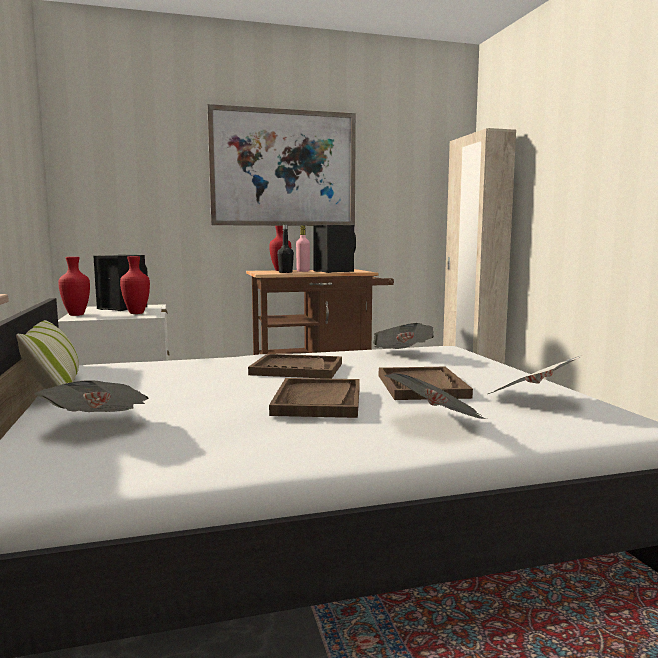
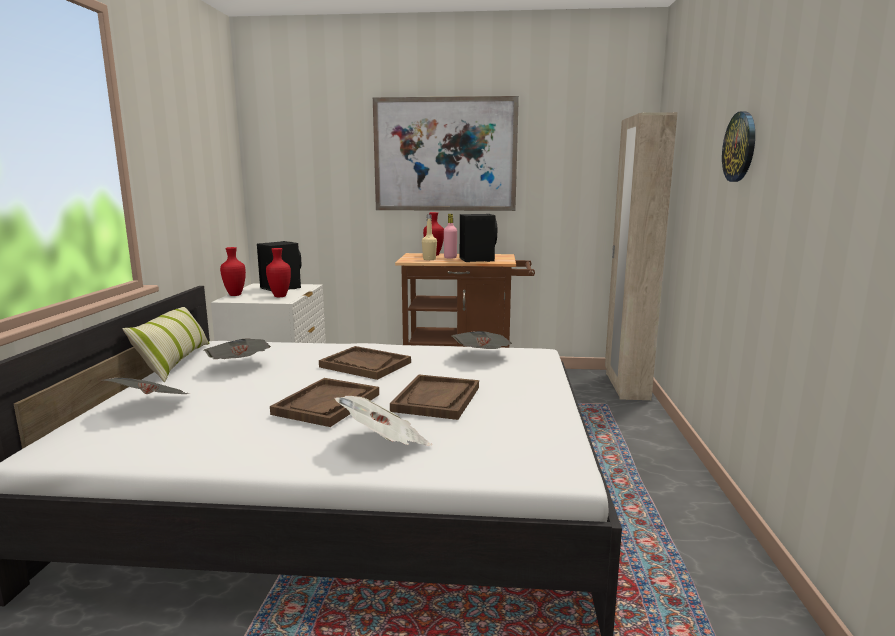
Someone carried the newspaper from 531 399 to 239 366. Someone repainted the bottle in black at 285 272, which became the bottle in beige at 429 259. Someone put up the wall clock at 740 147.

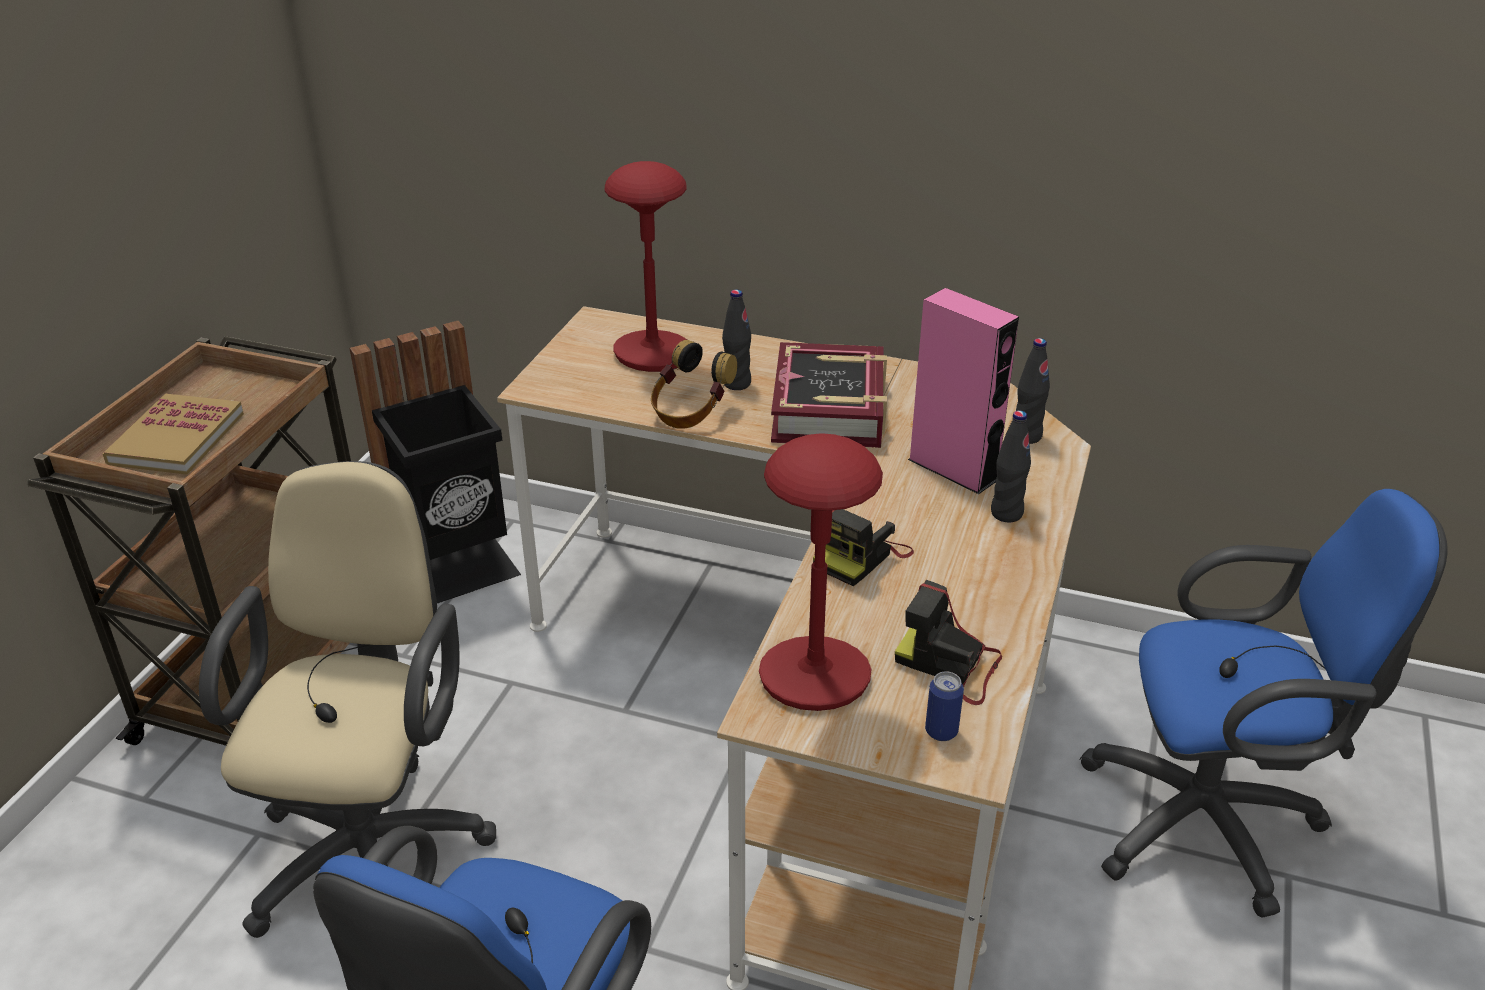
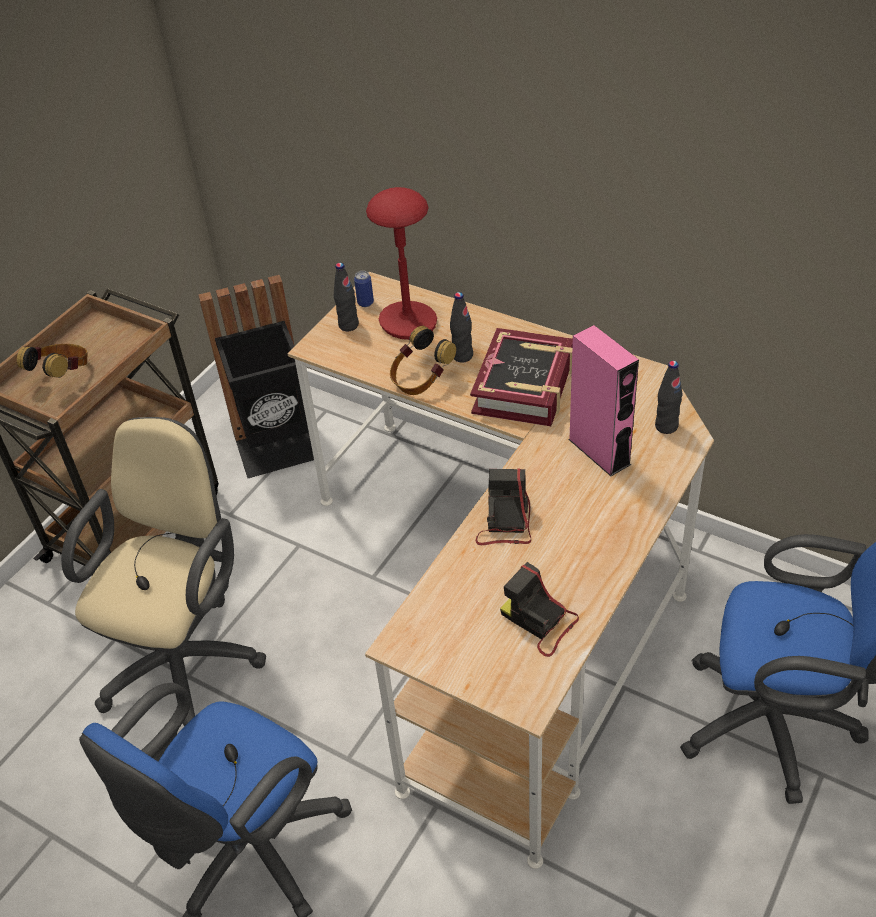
Someone swapped the book at 176 438 for the headphones at 63 375. Someone carried the bottle in black from 1006 513 to 348 325. Someone carried the can from 941 731 to 365 303. Someone rotated the photo camera at 860 557 by 135 degrees clockwise. Someone took away the table lamp in red at 815 677.

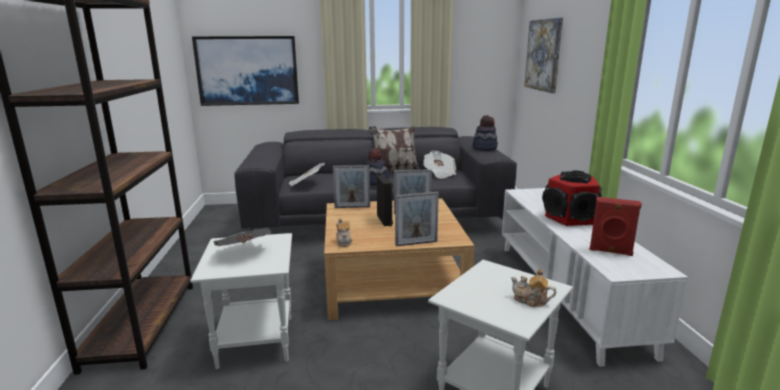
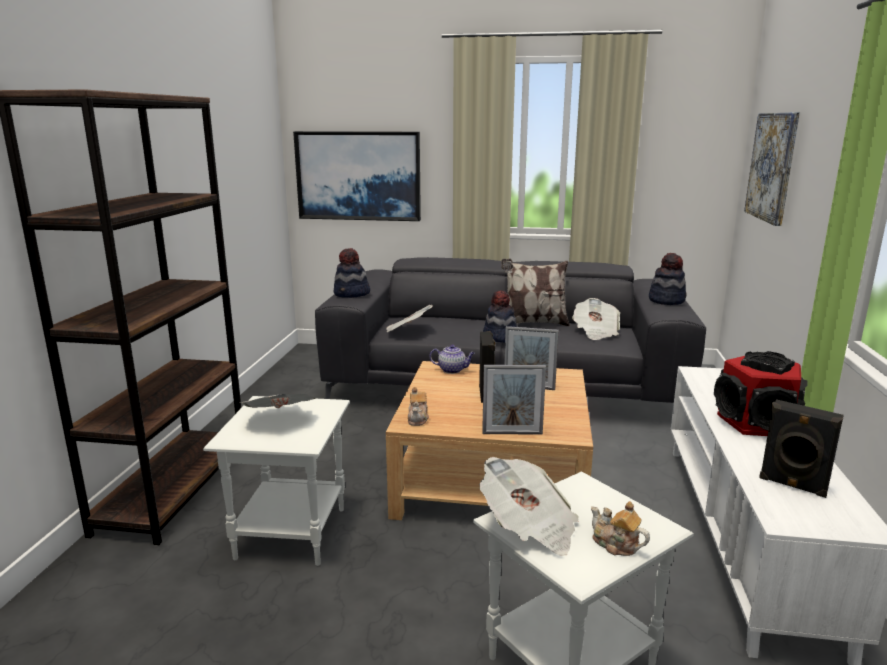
Someone put down the hat at 352 294. Someone swapped the picture frame at 352 207 for the teapot at 452 370. Someone put down the newspaper at 529 527. Someone repainted the speaker in red at 610 251, which became the speaker in black at 792 485.

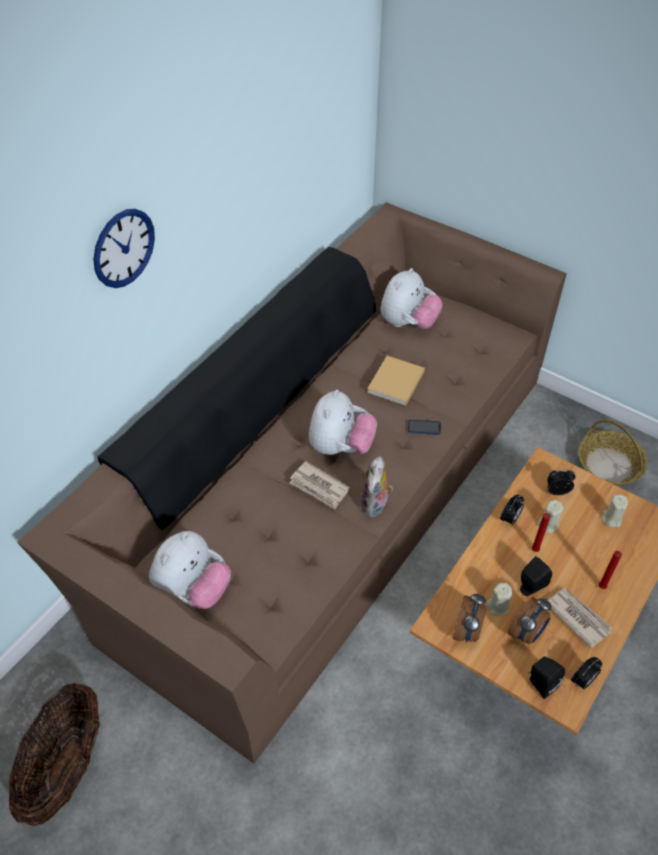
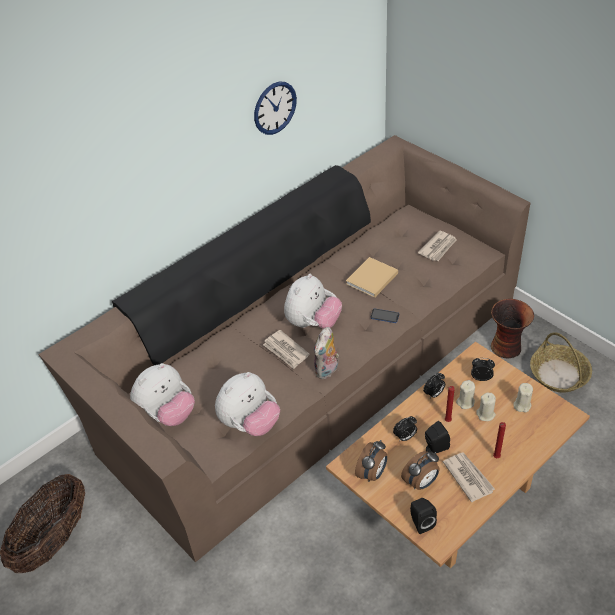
Someone carried the plush toy from 408 323 to 250 423. Someone carried the wall clock from 123 248 to 275 108. Someone carried the alarm clock from 582 681 to 405 437. Someone put down the newspaper at 438 247. Someone carried the candle in beige from 498 606 to 486 414. Someone put down the vase at 507 347.

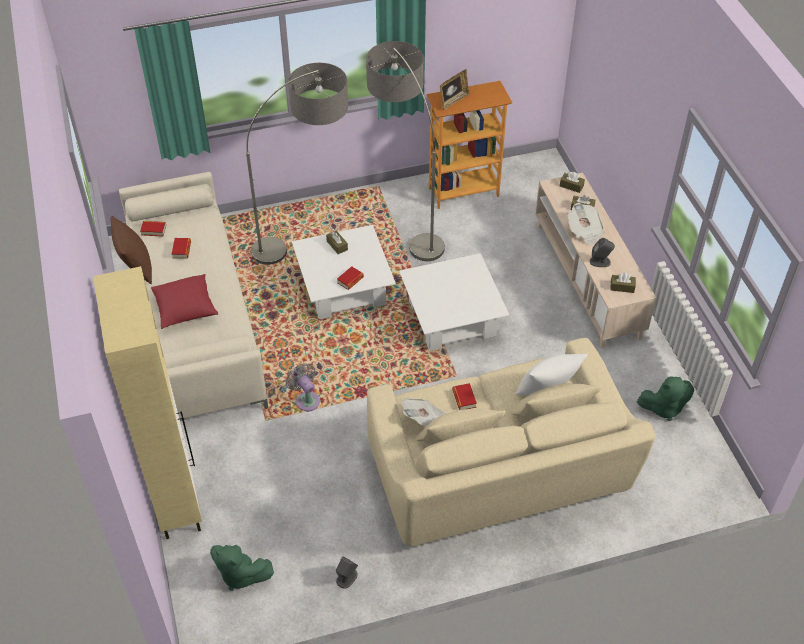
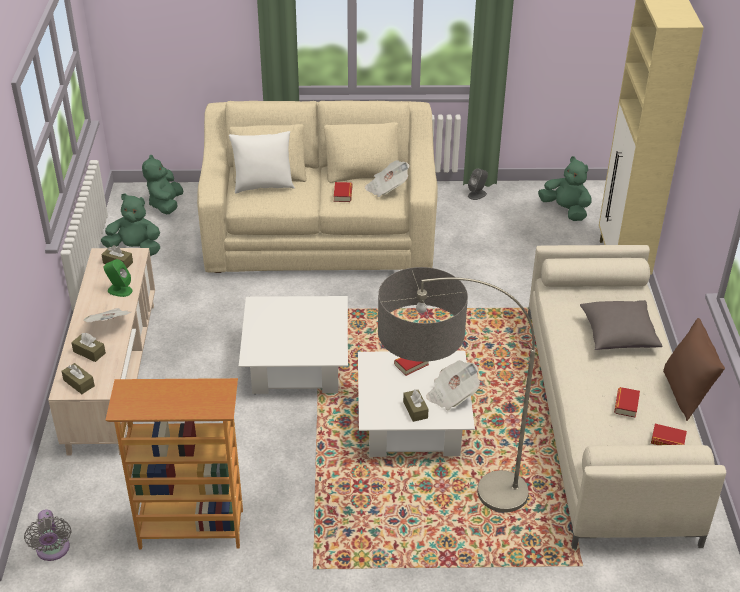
Someone carried the fan in grey from 306 399 to 53 550. Someone repainted the speaker in grey at 600 262, which became the speaker in green at 119 290. Someone put down the plush toy in green at 166 205. Someone put down the newspaper at 452 395. Someone repainted the pillow in red at 186 309, which became the pillow in grey at 618 336. Someone took away the floor lamp at 405 222. Someone took away the picture frame at 453 100.

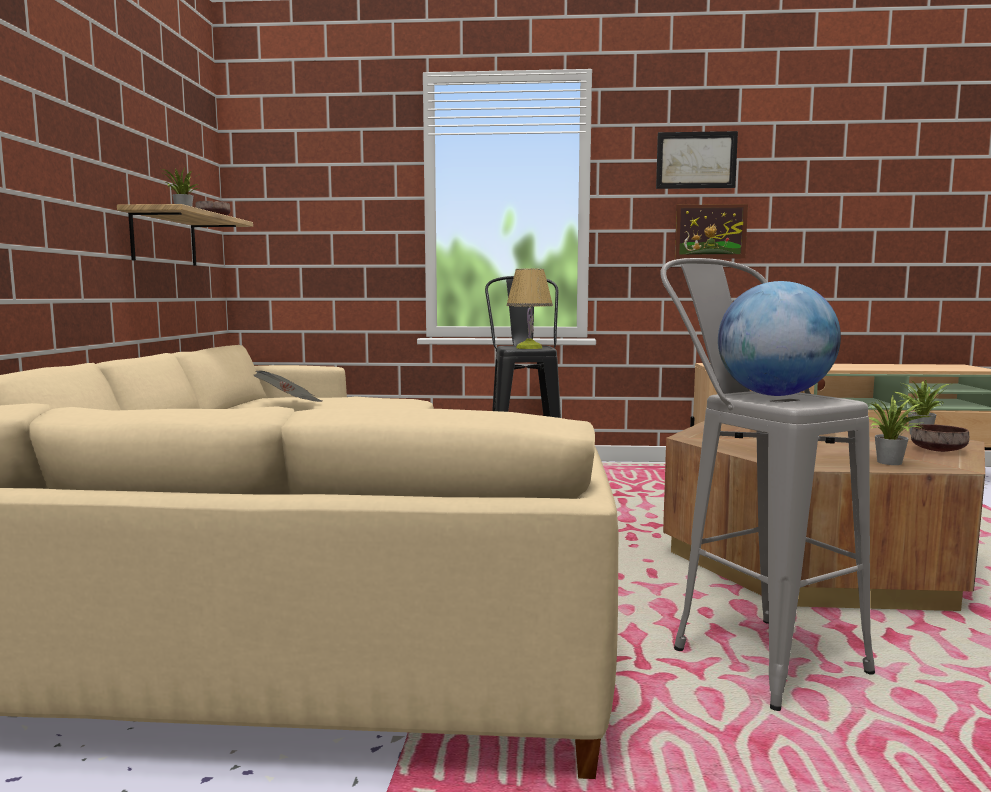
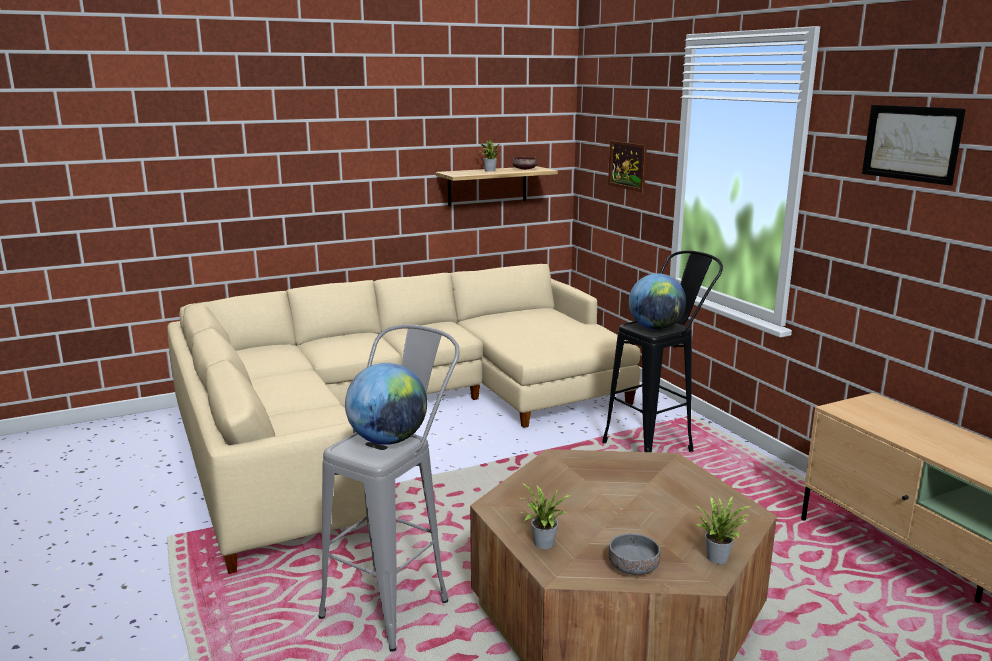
Someone carried the picture from 710 231 to 627 165. Someone repainted the bowl in brown at 937 450, which became the bowl in grey at 633 566. Someone swapped the table lamp at 529 348 for the globe at 655 328. Someone took away the newspaper at 289 404.

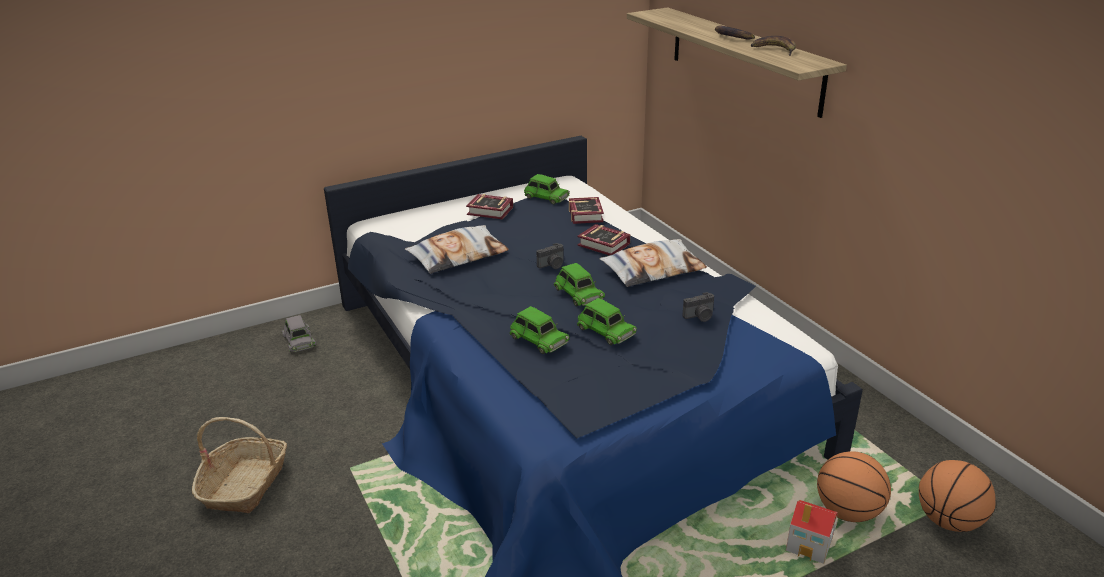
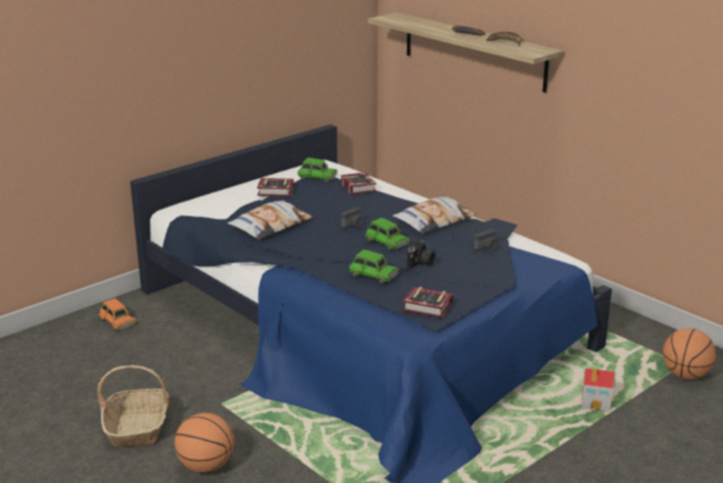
Someone repainted the toy car in grey at 299 340, which became the toy car in orange at 117 321. Someone carried the basketball from 848 512 to 206 466. Someone carried the book from 604 246 to 429 308. Someone swapped the toy car in green at 605 330 for the photo camera at 421 263.

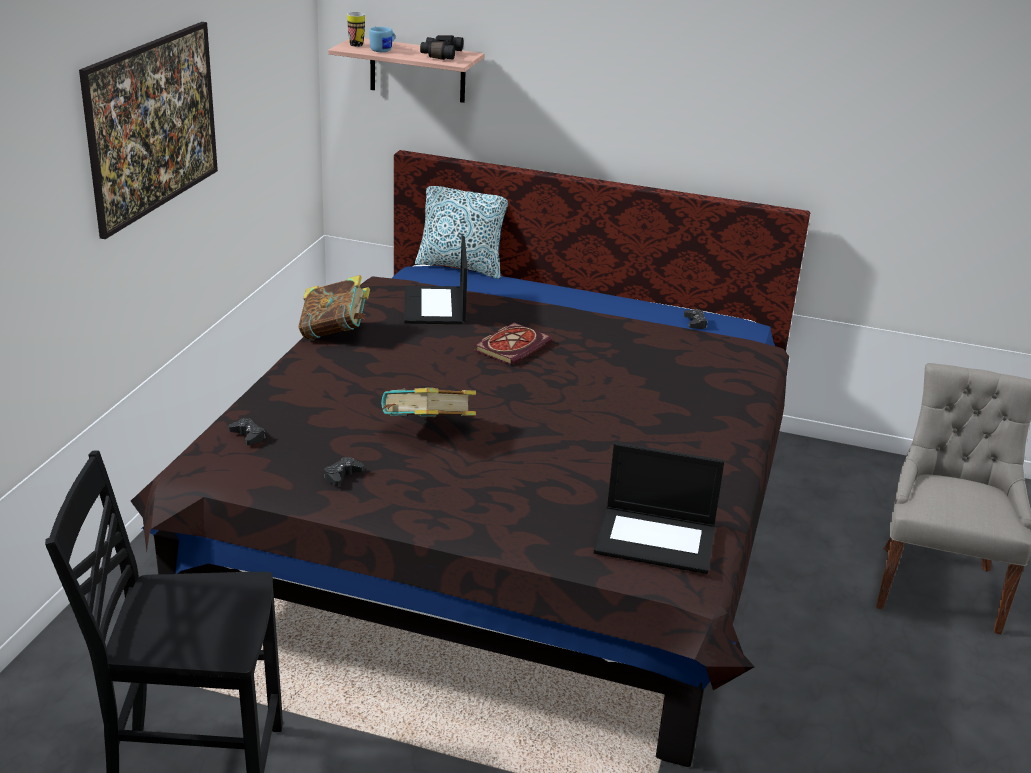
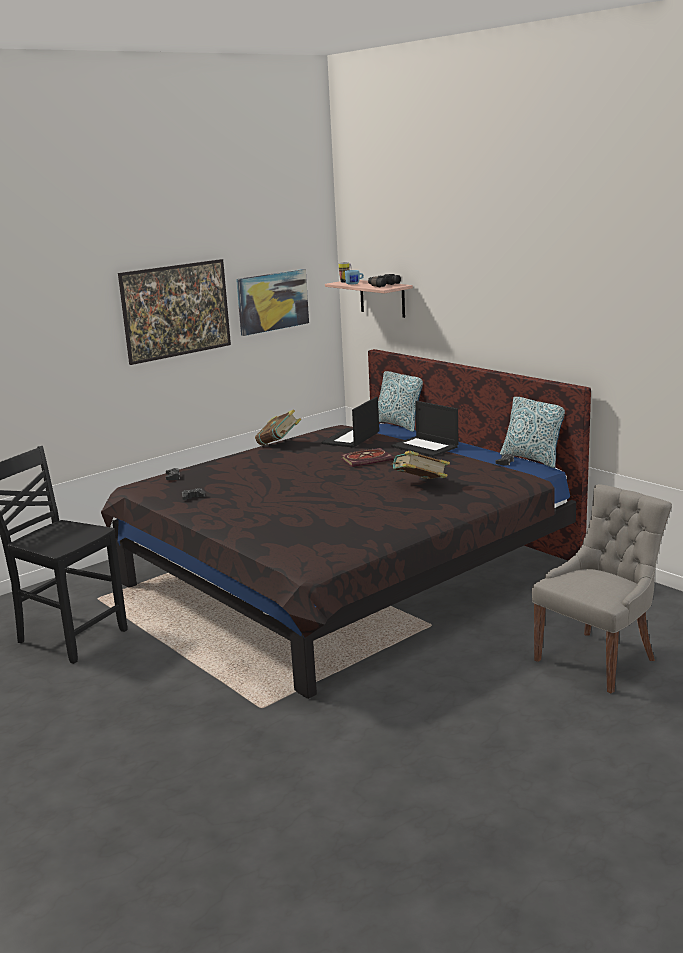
Someone put up the picture at 272 301. Someone carried the book from 427 431 to 419 485. Someone carried the laptop from 657 539 to 426 447. Someone put down the pillow at 533 458.

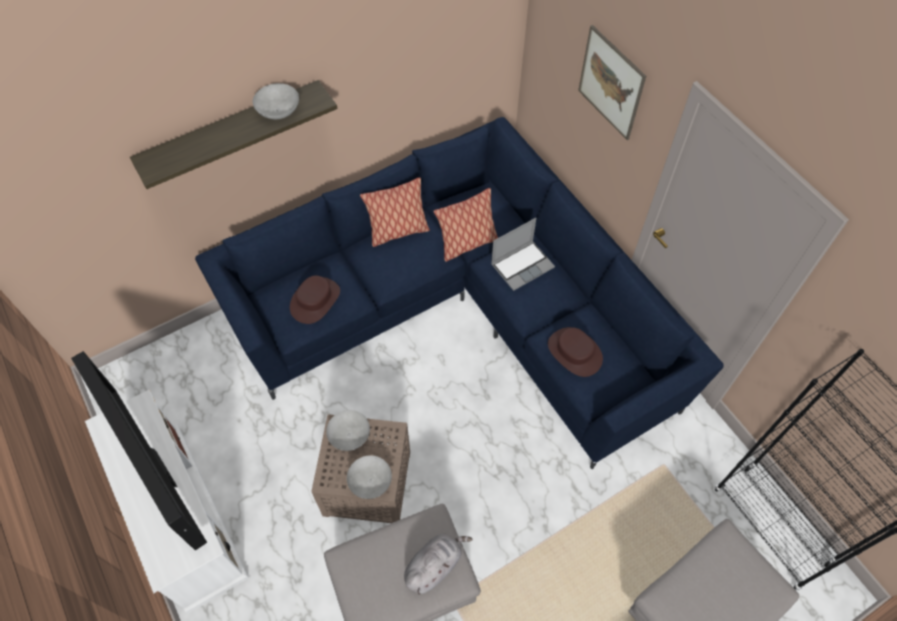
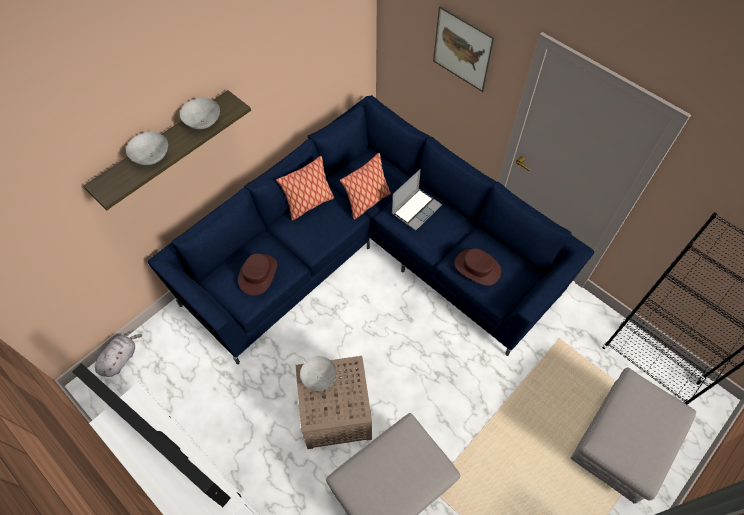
Someone carried the plush toy in grey from 434 565 to 120 359. Someone carried the bowl in grey from 369 482 to 151 157.

